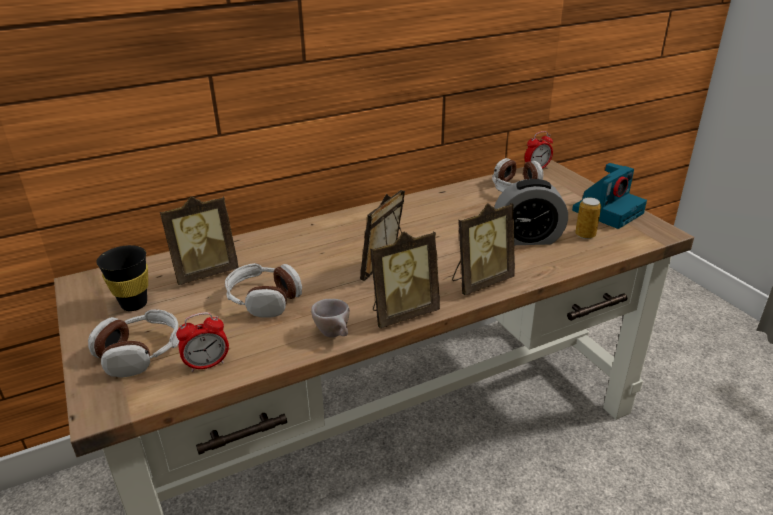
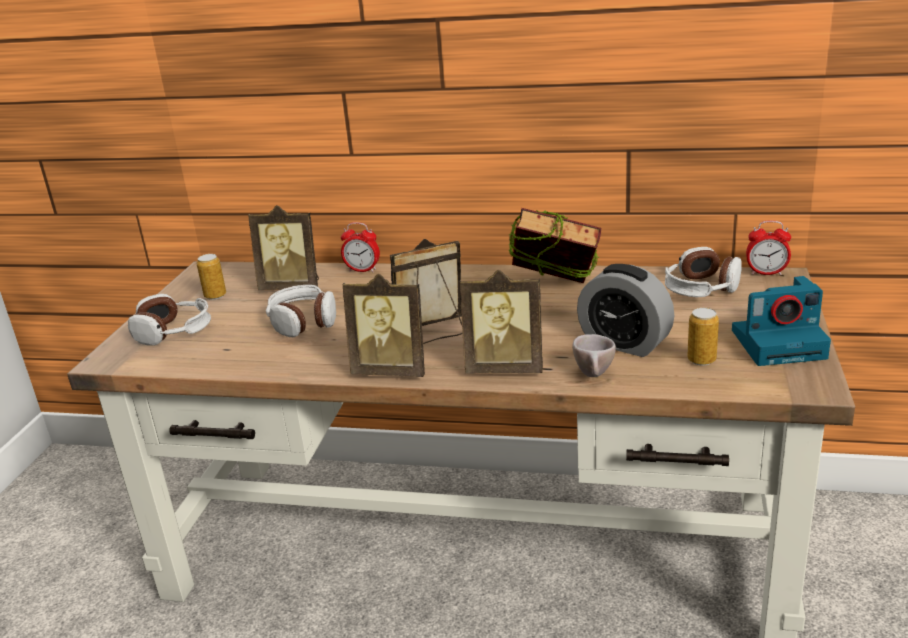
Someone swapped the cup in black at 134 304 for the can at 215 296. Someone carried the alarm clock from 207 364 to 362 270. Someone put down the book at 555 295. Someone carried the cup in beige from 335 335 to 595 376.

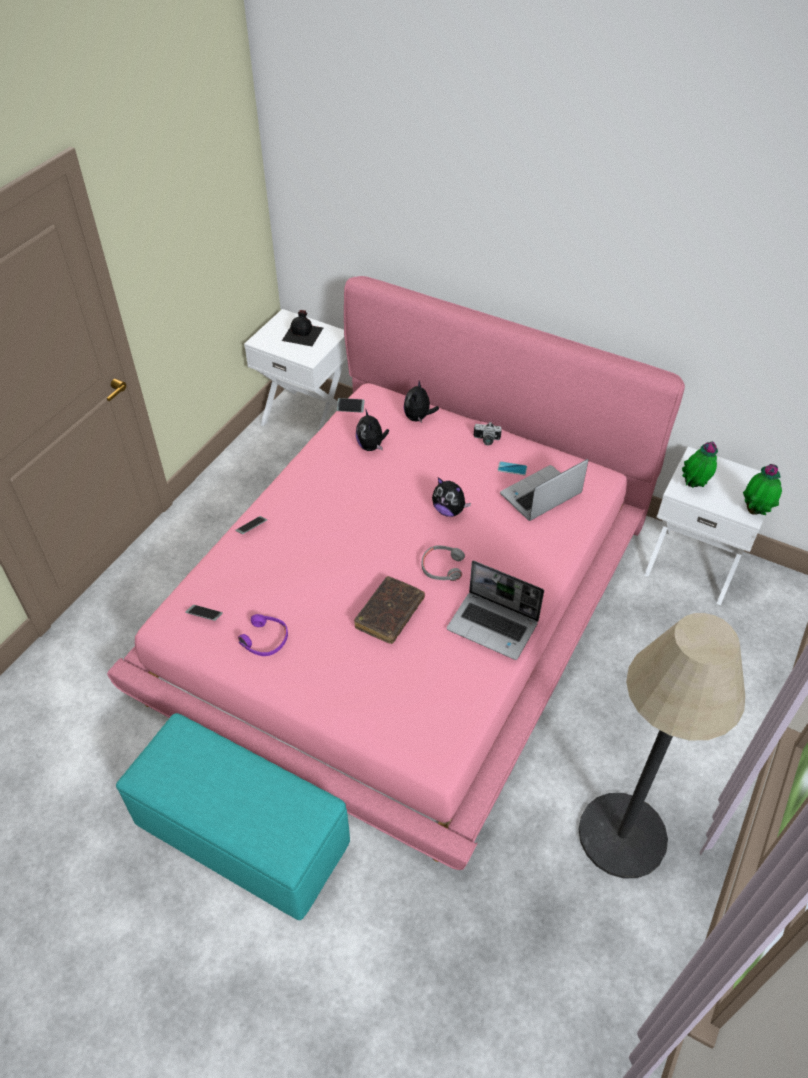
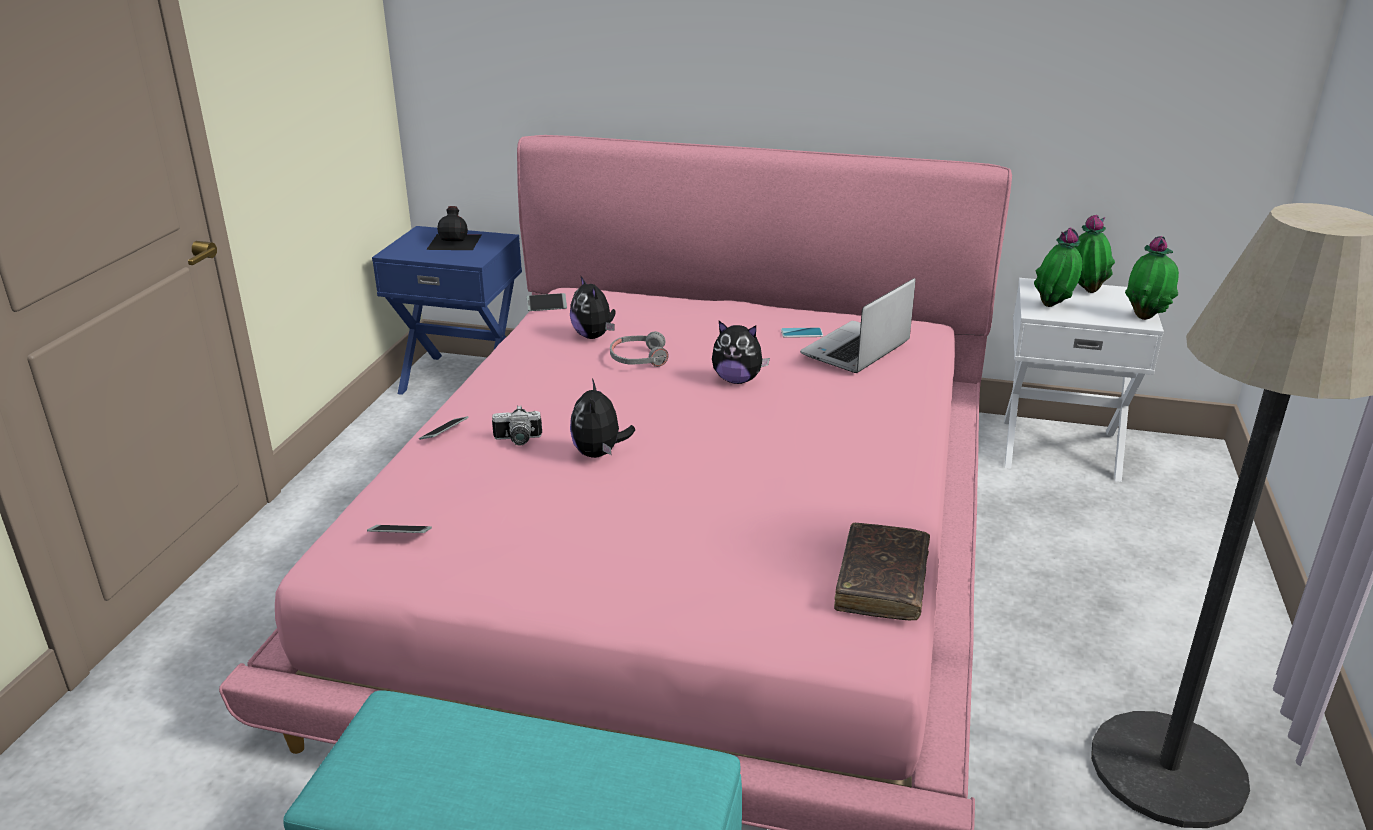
Someone repainted the nightstand in white at 306 417, which became the nightstand in blue at 462 378. Someone carried the photo camera from 486 440 to 517 440. Someone carried the plush toy from 418 418 to 599 453. Someone carried the headphones in grey from 442 567 to 638 358. Someone carried the book in brown from 389 614 to 881 582. Someone put down the potted plant at 1085 291. Someone took away the headphones in purple at 265 640. Someone took away the laptop at 494 626.

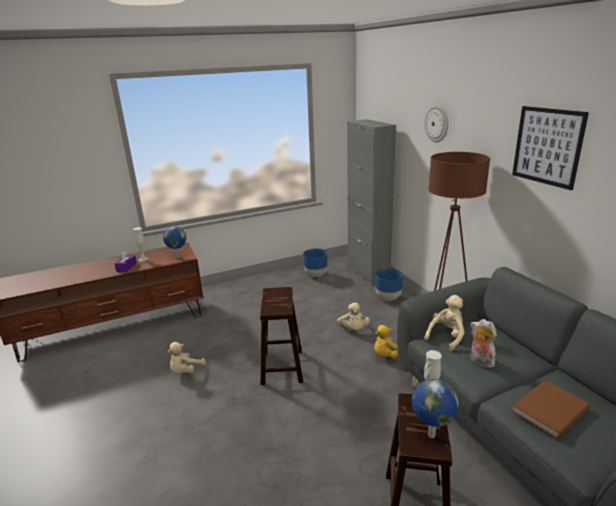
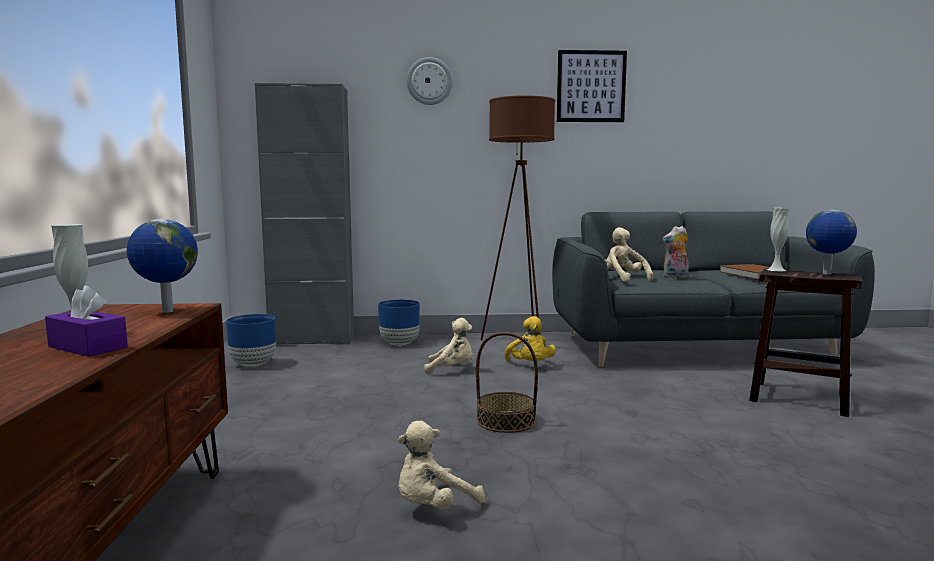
Someone rotated the plush toy in beige at 185 371 by 90 degrees clockwise. Someone swapped the stool in brown at 282 367 for the basket at 506 421.

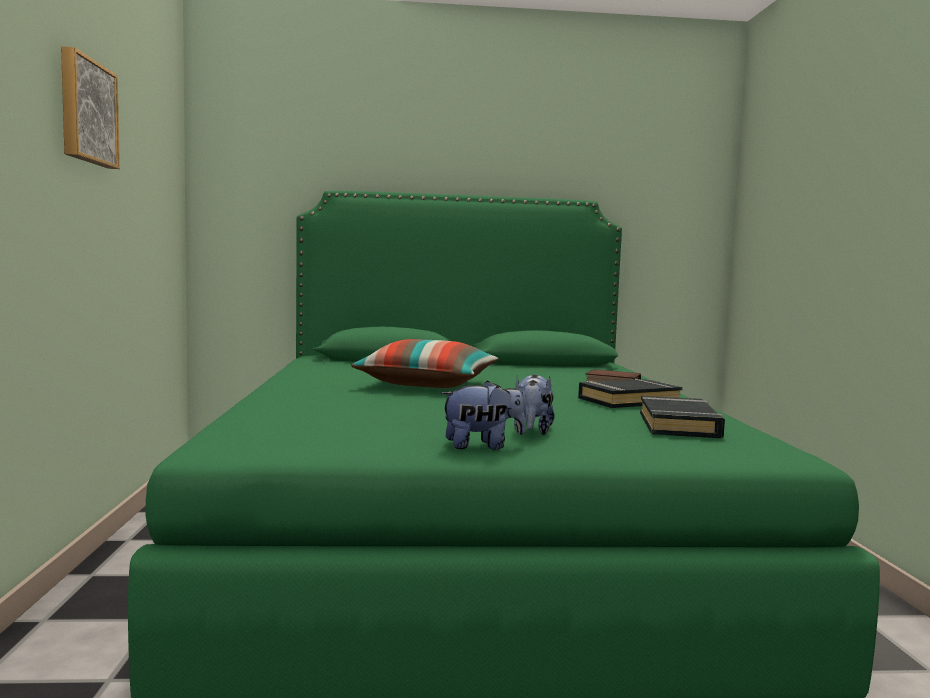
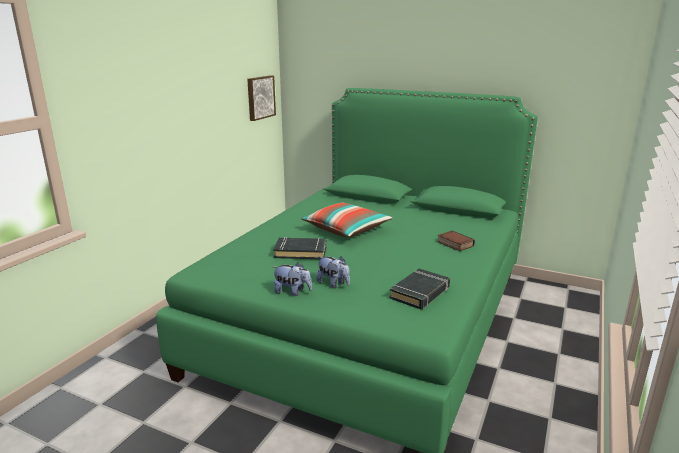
Someone carried the picture from 86 112 to 260 97. Someone carried the book in black from 628 401 to 300 252. Someone rotated the plush toy at 532 431 by 90 degrees counterclockwise.

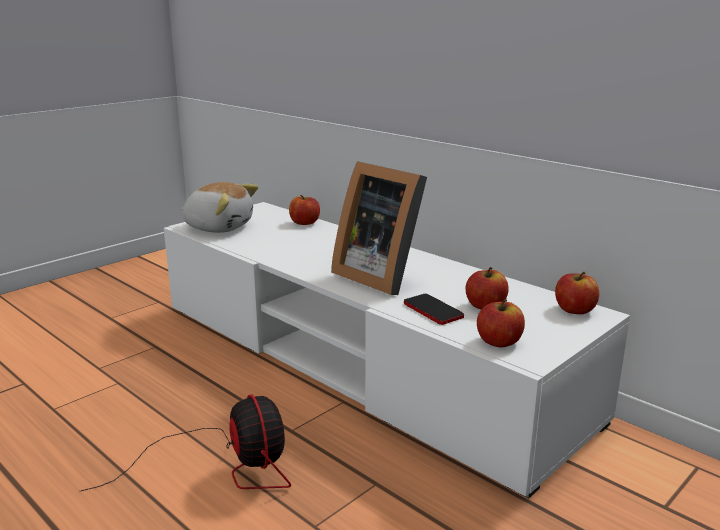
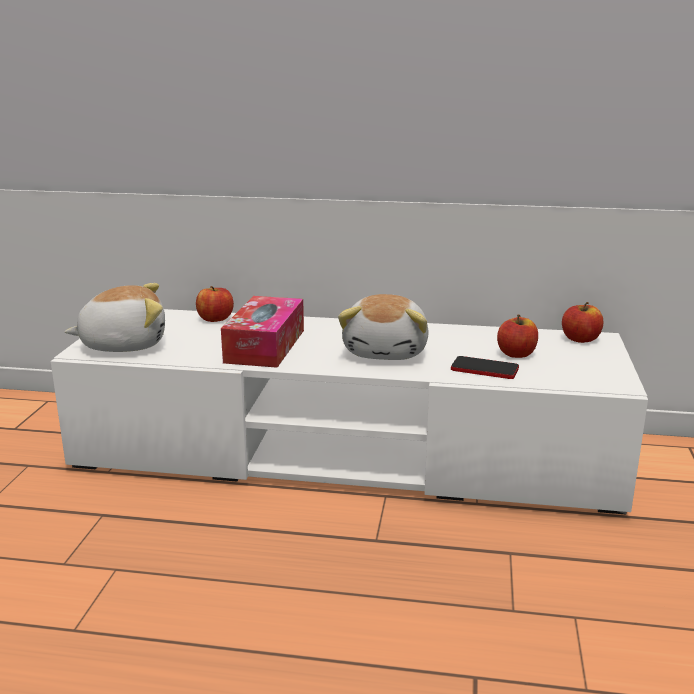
Someone put down the tissue box at 265 346. Someone swapped the picture frame at 381 276 for the plush toy at 387 351. Someone took away the fan at 226 466. Someone took away the apple at 499 342.

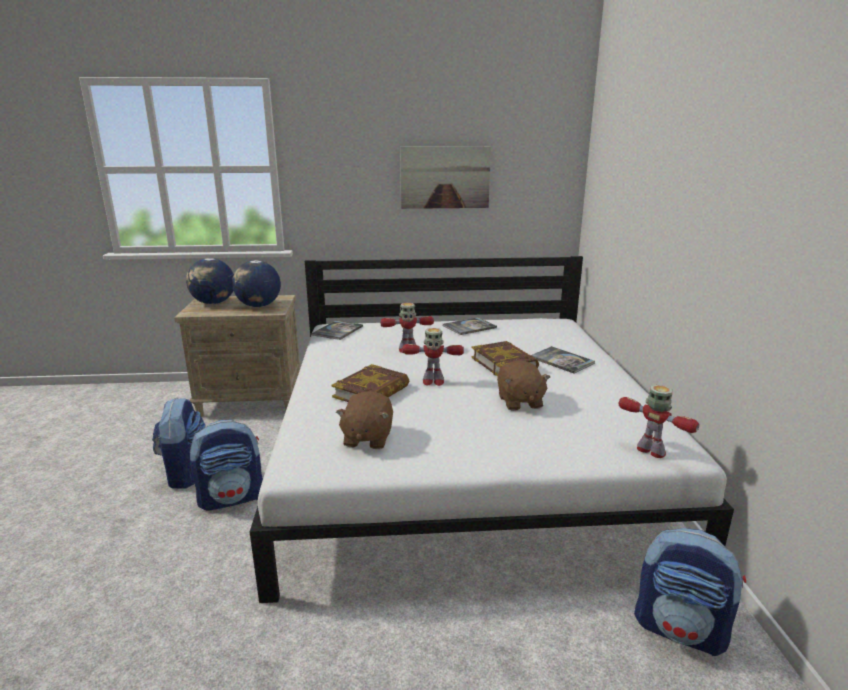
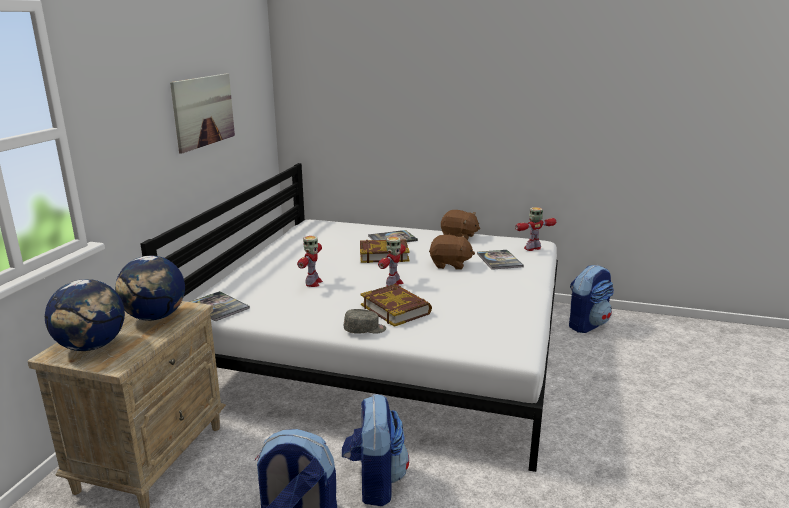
Someone put down the cap in grey at 365 330. Someone carried the plush toy in brown from 367 438 to 459 237. Someone carried the book from 469 327 to 499 260.

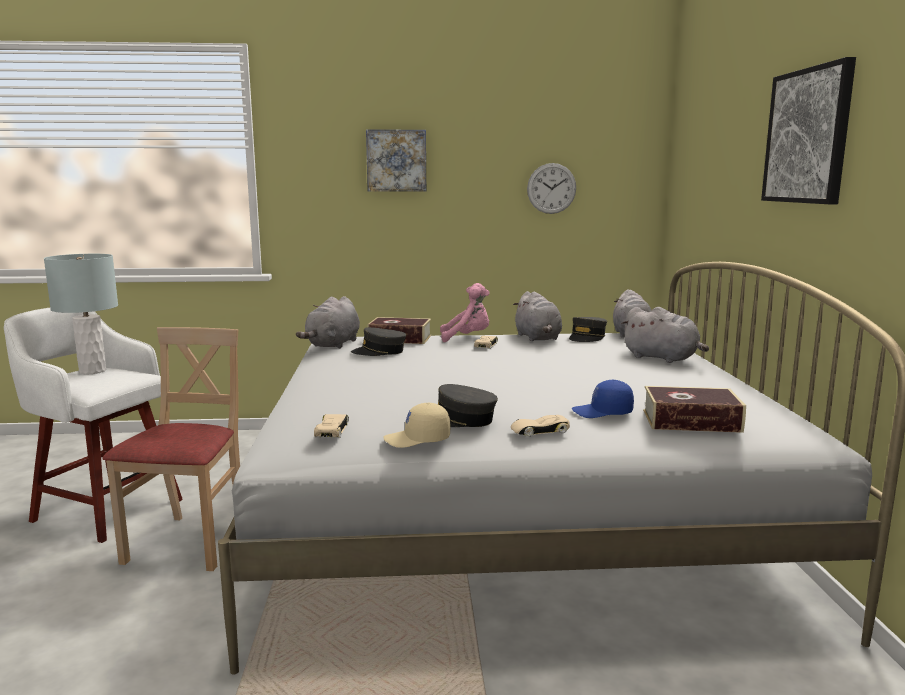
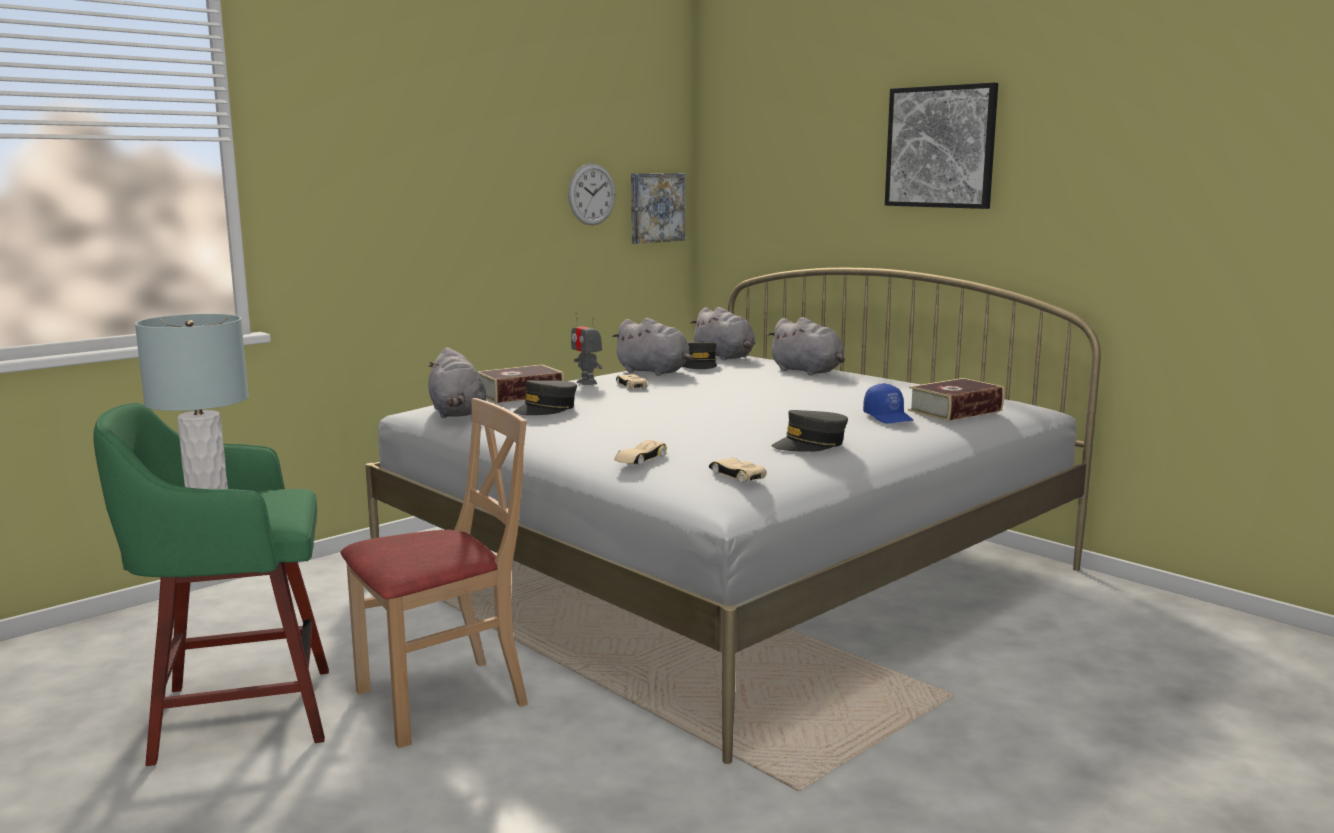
Someone repainted the stool in white at 105 509, which became the stool in green at 236 714. Someone rotated the chair in beige at 190 542 by 90 degrees clockwise. Someone swapped the plush toy in pink at 467 338 for the toy robot at 587 382. Someone carried the toy car in beige from 539 431 to 640 459. Someone carried the picture from 396 160 to 655 207. Someone rotated the plush toy in grey at 663 358 by 45 degrees clockwise. Someone rotated the cap in blue at 602 412 by 75 degrees counterclockwise. Someone took away the cap in beige at 417 440.

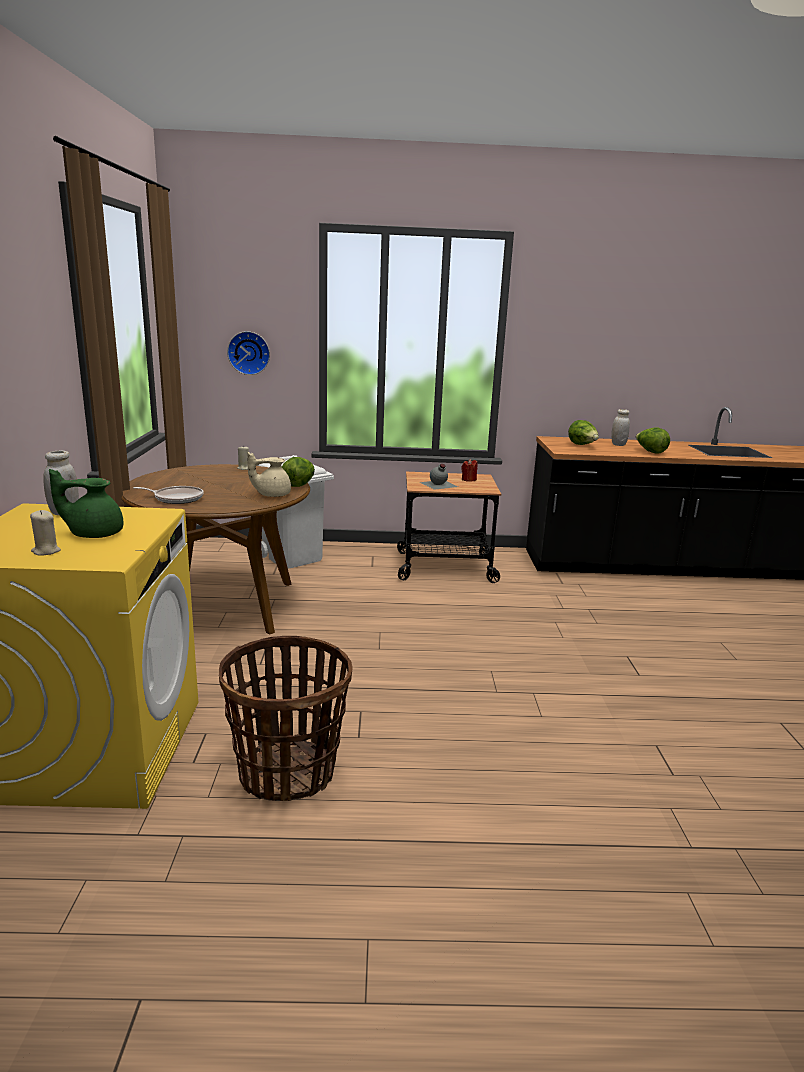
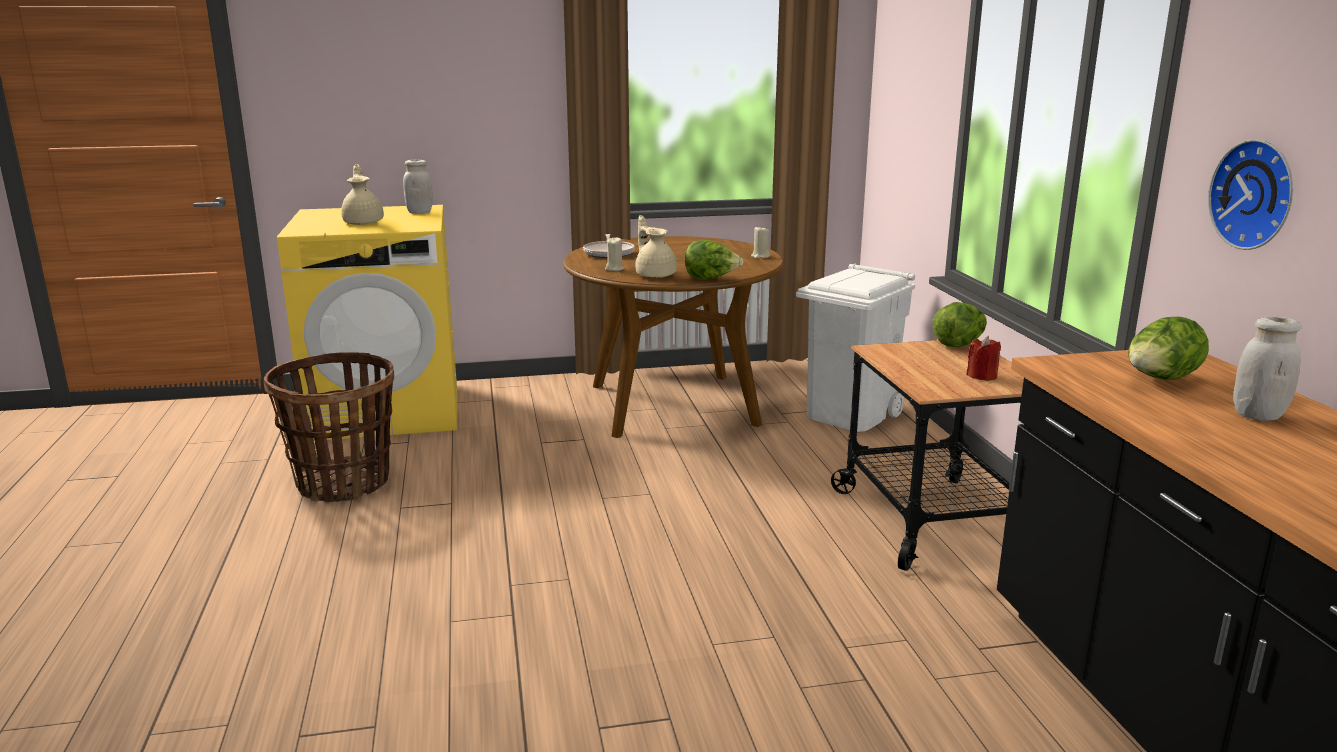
Someone repainted the teapot in green at 94 534, which became the teapot in beige at 364 222. Someone carried the candle in beige from 46 551 to 614 269. Someone carried the lettuce from 650 452 to 959 344. Someone carried the wall clock from 249 353 to 1256 194. Someone took away the bottle in grey at 438 484.

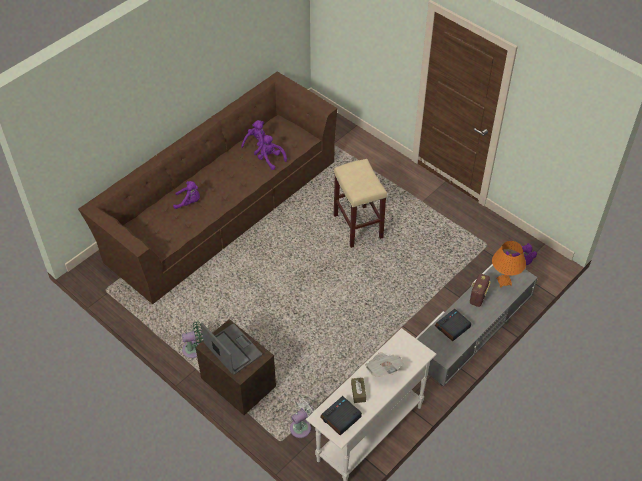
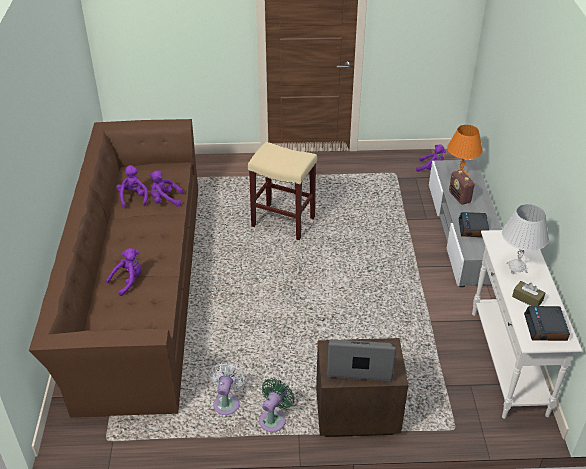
Someone carried the fan in white from 302 427 to 227 402. Someone swapped the newspaper at 383 369 for the table lamp in white at 516 267.

